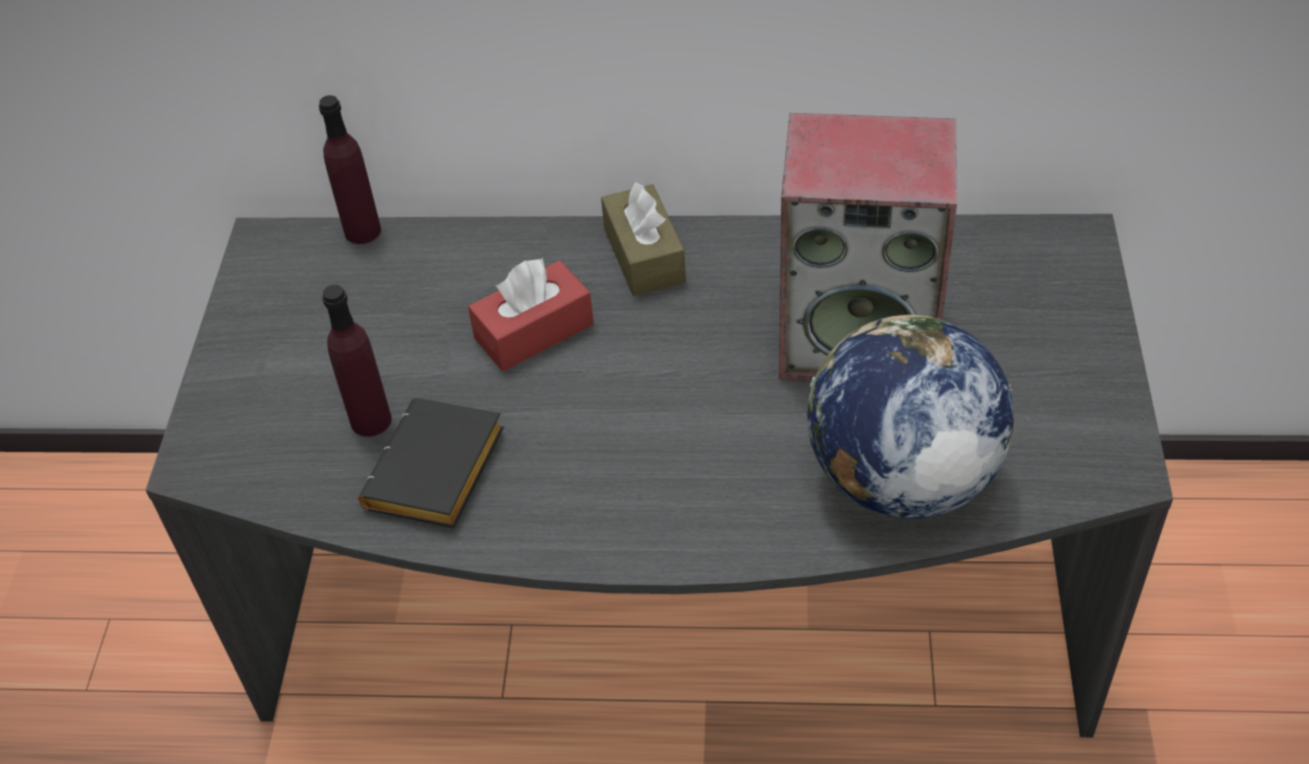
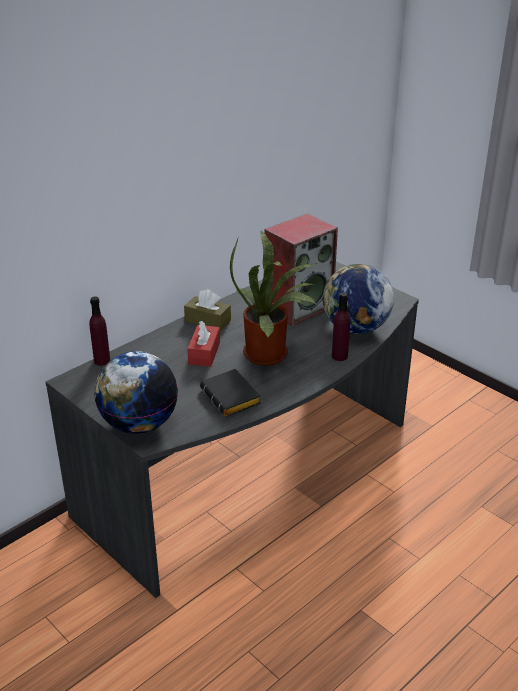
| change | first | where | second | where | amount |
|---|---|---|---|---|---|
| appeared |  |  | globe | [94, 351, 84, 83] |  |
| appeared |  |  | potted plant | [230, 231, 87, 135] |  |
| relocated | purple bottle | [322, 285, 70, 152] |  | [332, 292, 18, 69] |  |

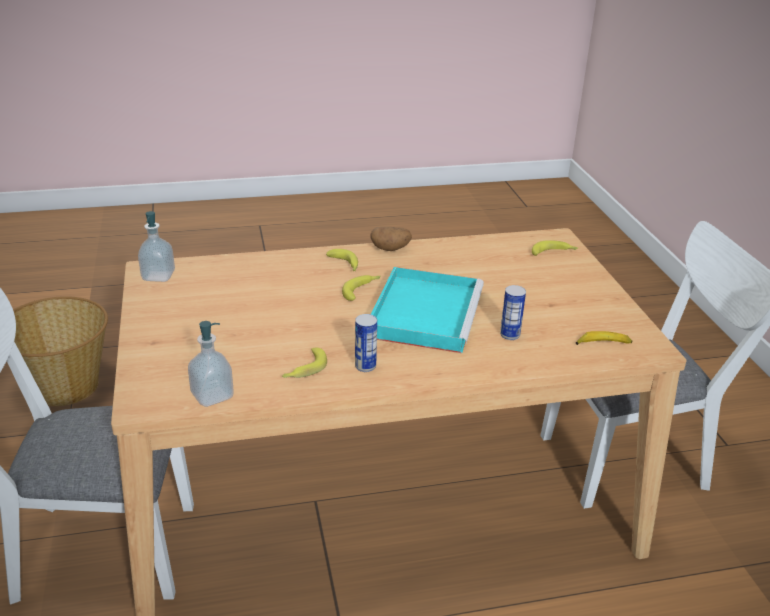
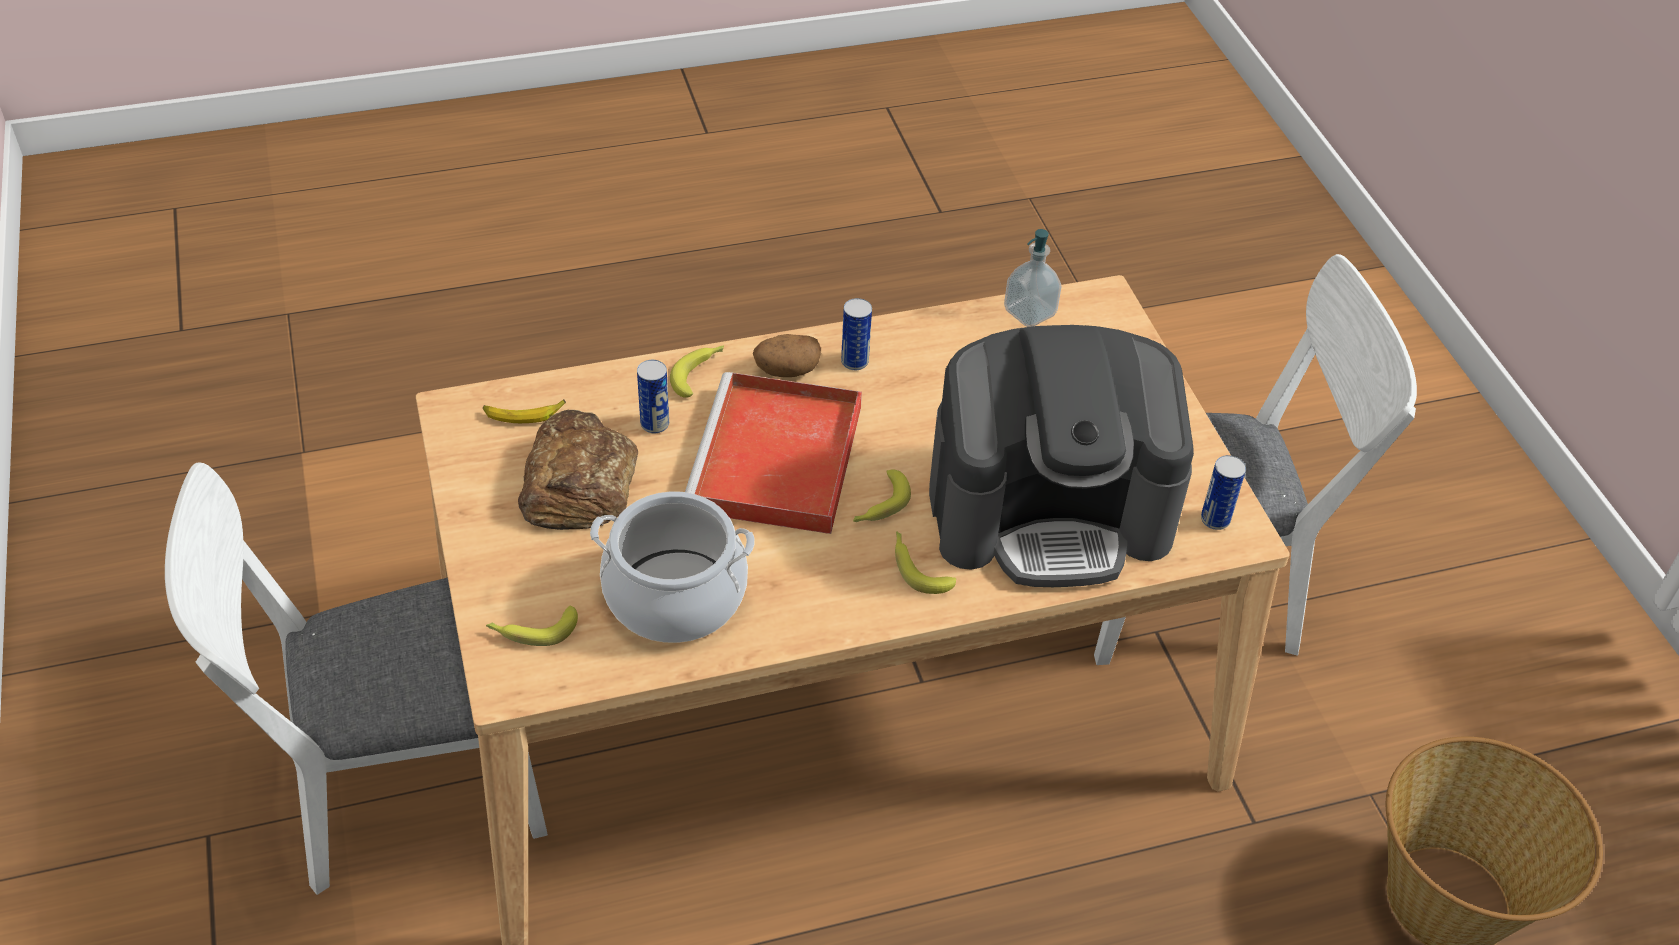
| change | first | where | second | where | amount |
|---|---|---|---|---|---|
| appeared |  |  | bread | [518, 410, 120, 120] |  |
| appeared |  |  | cooking pot | [590, 491, 165, 152] |  |
| relocated | banana | [282, 348, 45, 30] |  | [670, 345, 54, 53] |  |
| colour | turquoise tray | [371, 267, 113, 86] | red tray | [685, 372, 177, 162] |  |
| relocated | potato | [370, 227, 42, 24] |  | [753, 334, 68, 43] |  |
| appeared |  |  | coffee machine | [929, 325, 265, 262] |  |
| exchanged | soap dispenser | [138, 211, 37, 71] | can | [1201, 455, 45, 75] |  |

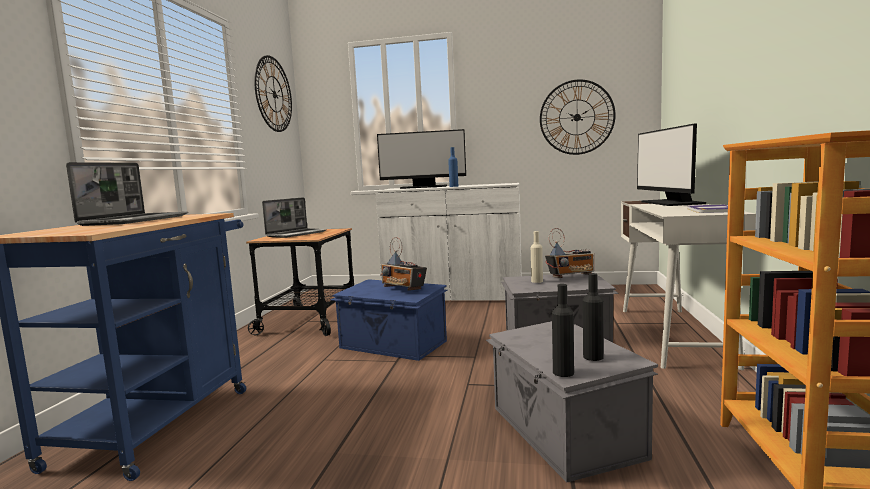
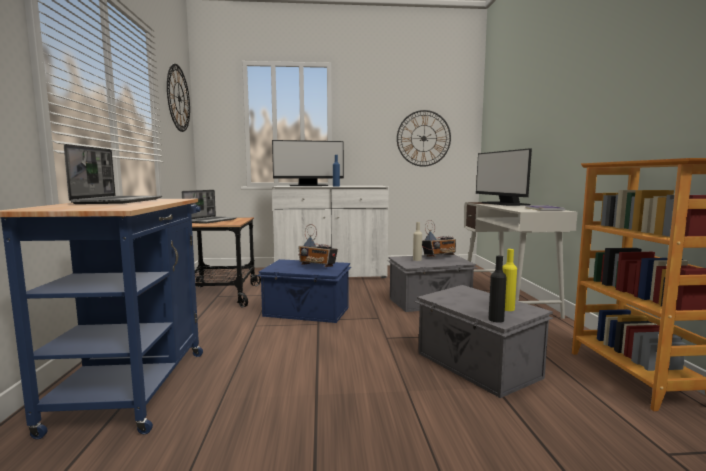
| change | first | where | second | where | amount |
|---|---|---|---|---|---|
| colour | black bottle | [583, 273, 20, 88] | yellow bottle | [502, 249, 15, 62] |  |

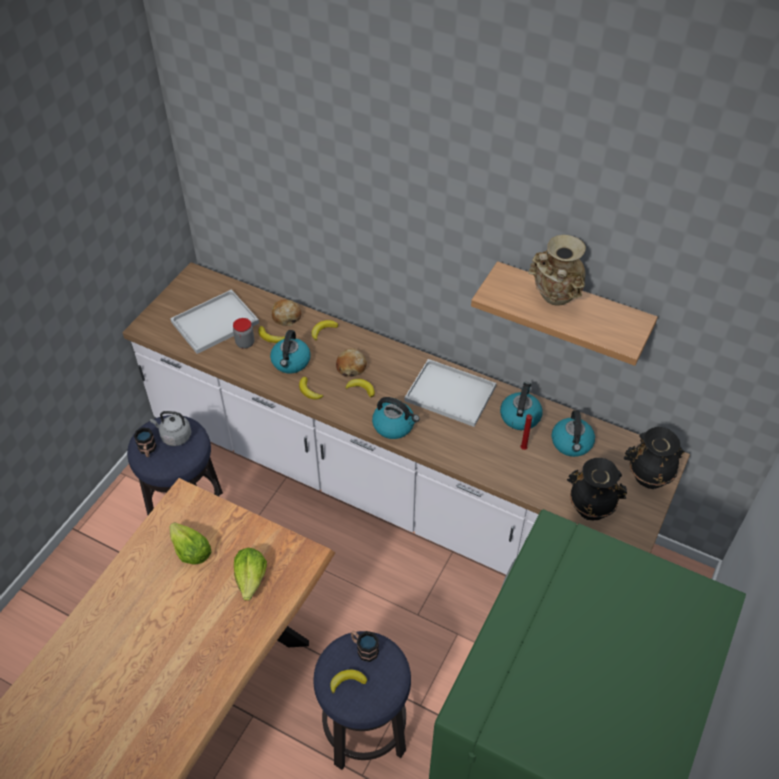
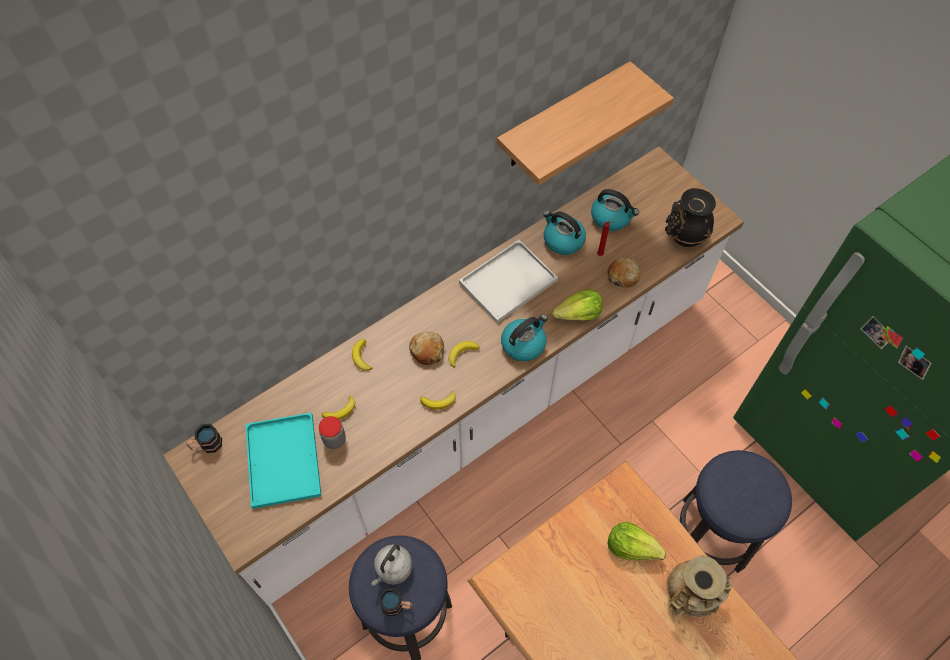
| change | first | where | second | where | amount |
|---|---|---|---|---|---|
| relocated | mug | [351, 631, 28, 31] |  | [186, 424, 36, 29] |  |
| colour | white tray | [170, 289, 89, 65] | turquoise tray | [245, 412, 76, 97] |  |
| relocated | lettuce | [170, 523, 42, 41] |  | [552, 289, 50, 31] |  |
| relocated | bread | [272, 299, 29, 27] |  | [608, 257, 33, 31] |  |
| relocated | beige vase | [528, 235, 58, 71] |  | [666, 556, 66, 62] |  |
| missing | kettle | [270, 330, 41, 43] |  |  |  |
| missing | banana | [330, 670, 37, 24] |  |  |  |
| missing | black vase | [624, 427, 61, 62] |  |  |  |

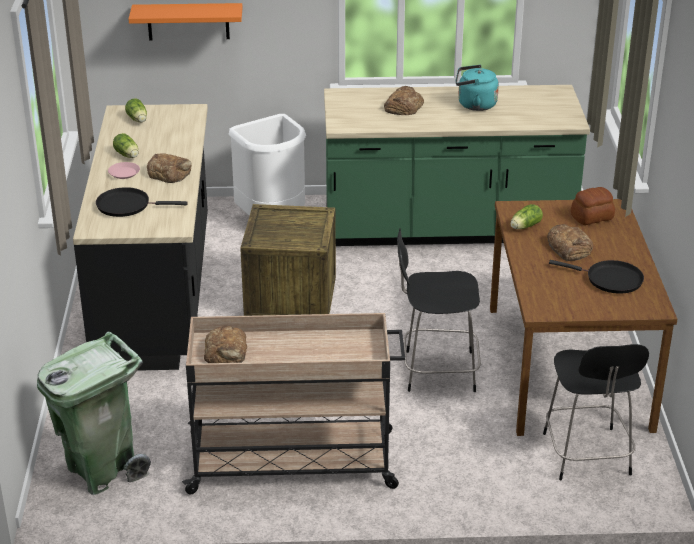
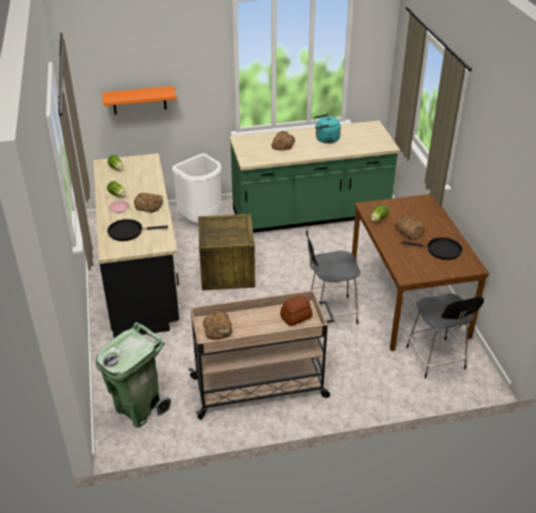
| change | first | where | second | where | amount |
|---|---|---|---|---|---|
| relocated | bread | [571, 187, 44, 38] |  | [280, 295, 32, 31] |  |

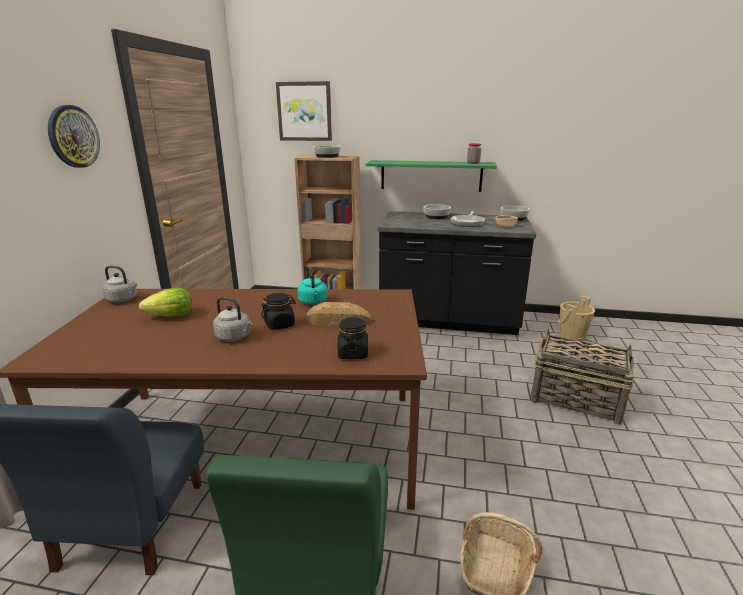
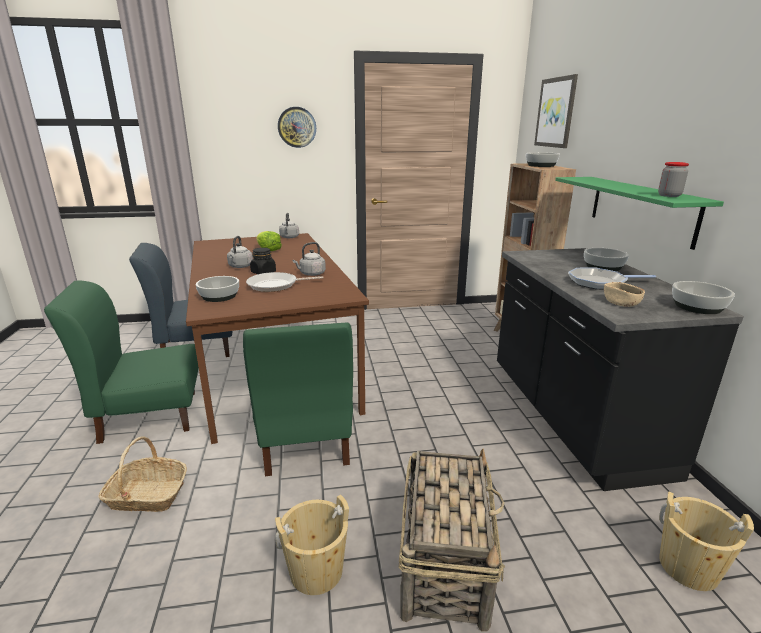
| change | first | where | second | where | amount |
|---|---|---|---|---|---|
| exchanged | black jar | [338, 317, 30, 42] | bowl | [196, 276, 43, 26] |  |
| appeared |  |  | green chair | [243, 322, 110, 154] |  |
| exchanged | bread | [306, 302, 65, 24] | frying pan | [246, 272, 78, 20] |  |
| appeared |  |  | beige bucket | [275, 494, 74, 101] |  |
| colour | turquoise kettle | [297, 266, 31, 39] | grey kettle | [293, 242, 33, 34] |  |

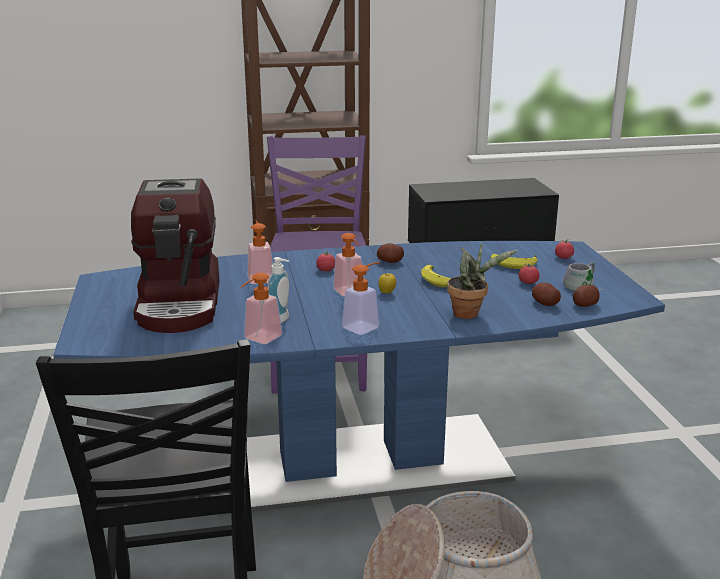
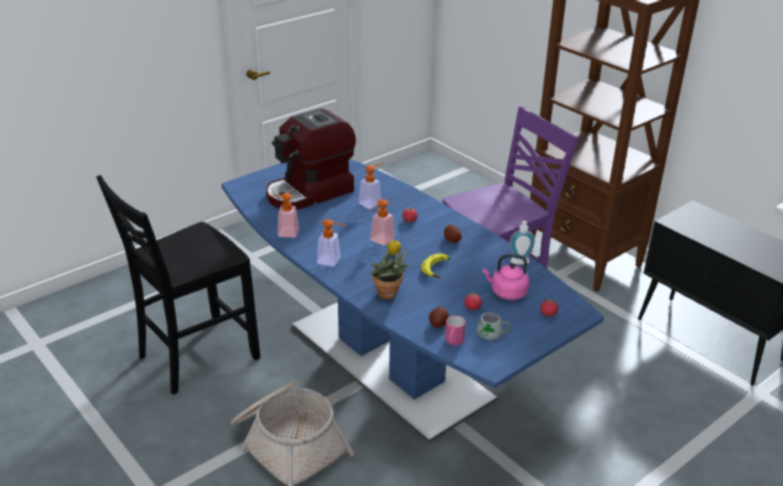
| change | first | where | second | where | amount |
|---|---|---|---|---|---|
| exchanged | potato | [573, 285, 27, 22] | pink mug | [445, 316, 20, 29] |  |
| exchanged | banana | [491, 254, 46, 15] | pink kettle | [483, 254, 46, 46] |  |
| relocated | soap dispenser | [267, 257, 22, 66] |  | [509, 221, 26, 44] |  |

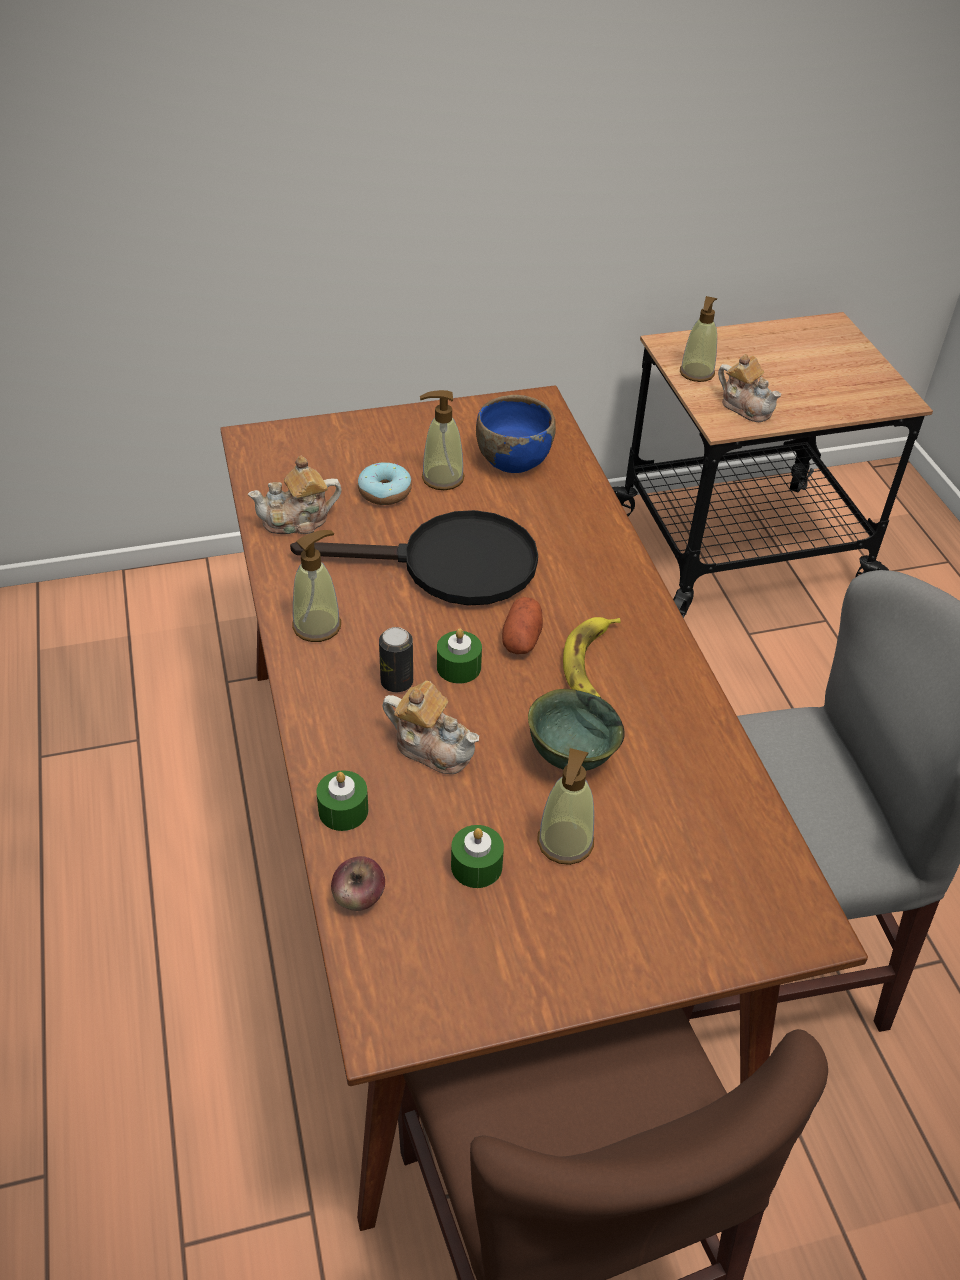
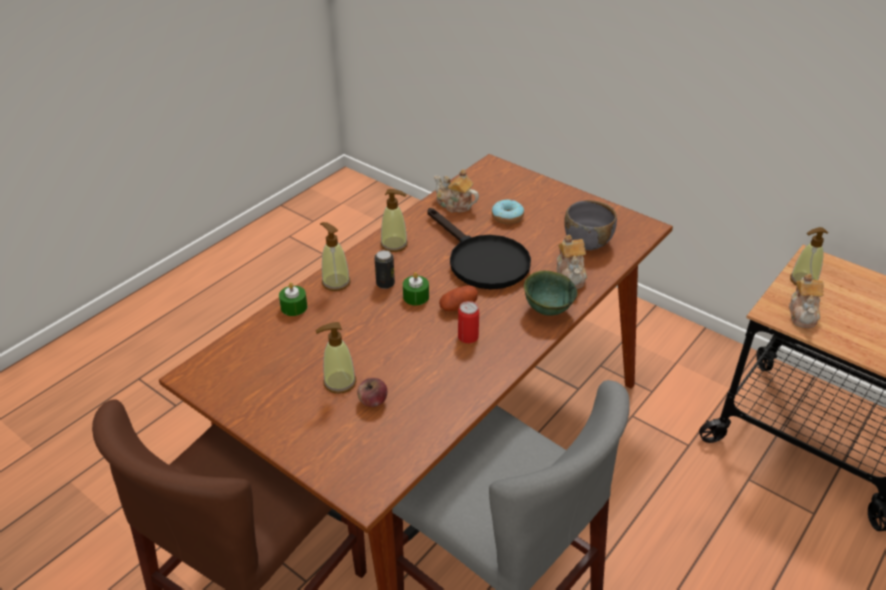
| change | first | where | second | where | amount |
|---|---|---|---|---|---|
| relocated | soap dispenser | [420, 390, 45, 100] |  | [320, 222, 31, 69] |  |
| relocated | apple | [331, 856, 54, 55] |  | [357, 378, 30, 29] |  |
| exchanged | banana | [563, 617, 58, 81] | can | [458, 301, 21, 42] |  |
| relocated | green bowl | [528, 689, 97, 82] |  | [524, 271, 54, 45] |  |
| relocated | teapot | [382, 681, 97, 93] |  | [556, 235, 31, 54] |  |
| colour | blue bowl | [476, 395, 80, 78] | grey bowl | [564, 200, 53, 50] |  |
| missing | green candle | [451, 825, 53, 63] |  |  |  |

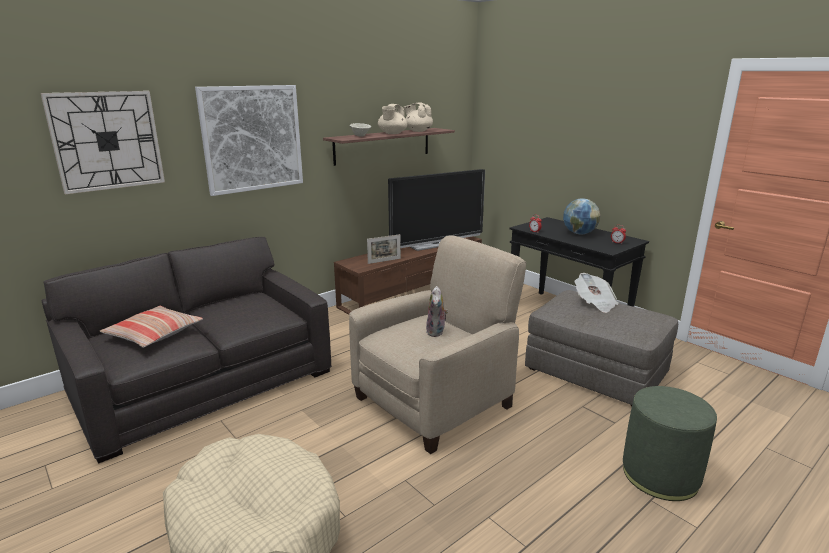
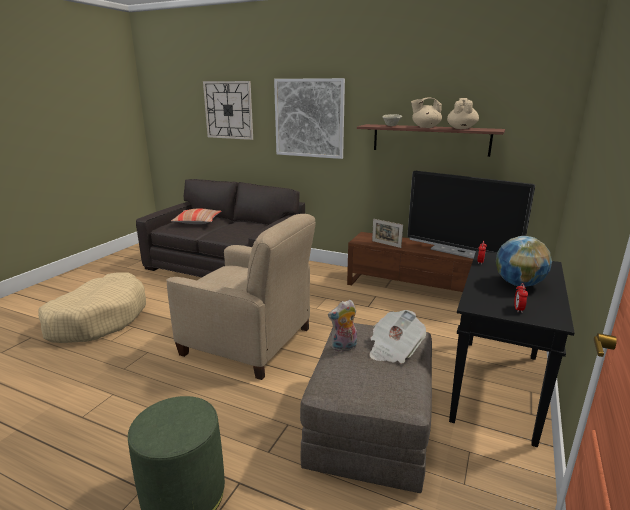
| change | first | where | second | where | amount |
|---|---|---|---|---|---|
| relocated | plush toy | [426, 286, 22, 51] |  | [328, 300, 29, 52] |  |

